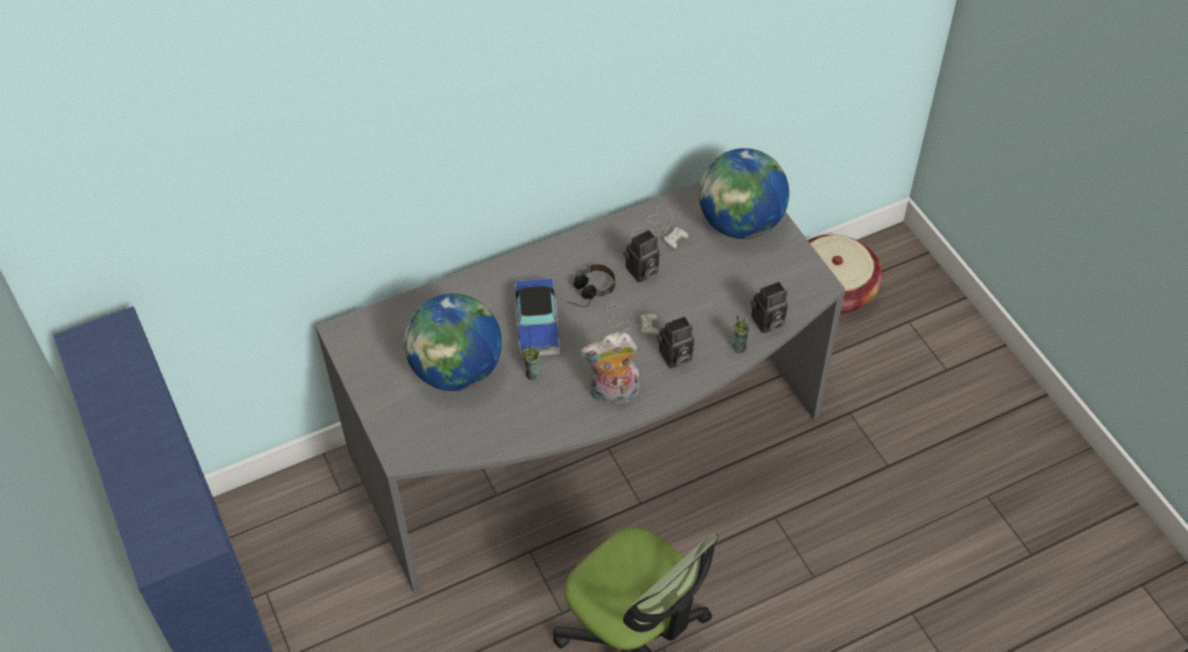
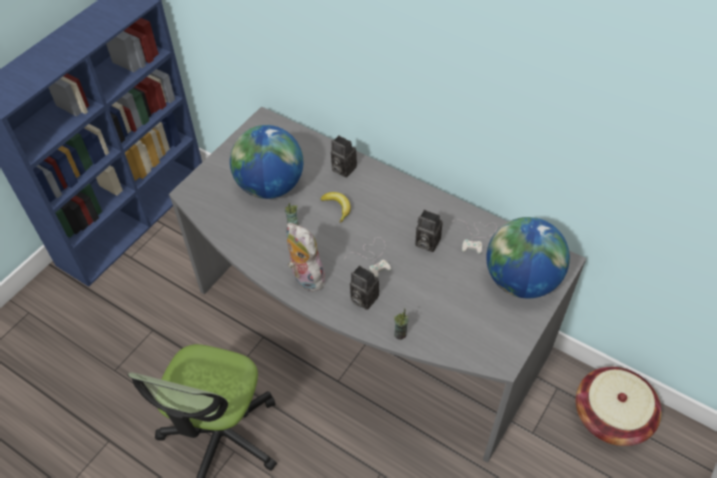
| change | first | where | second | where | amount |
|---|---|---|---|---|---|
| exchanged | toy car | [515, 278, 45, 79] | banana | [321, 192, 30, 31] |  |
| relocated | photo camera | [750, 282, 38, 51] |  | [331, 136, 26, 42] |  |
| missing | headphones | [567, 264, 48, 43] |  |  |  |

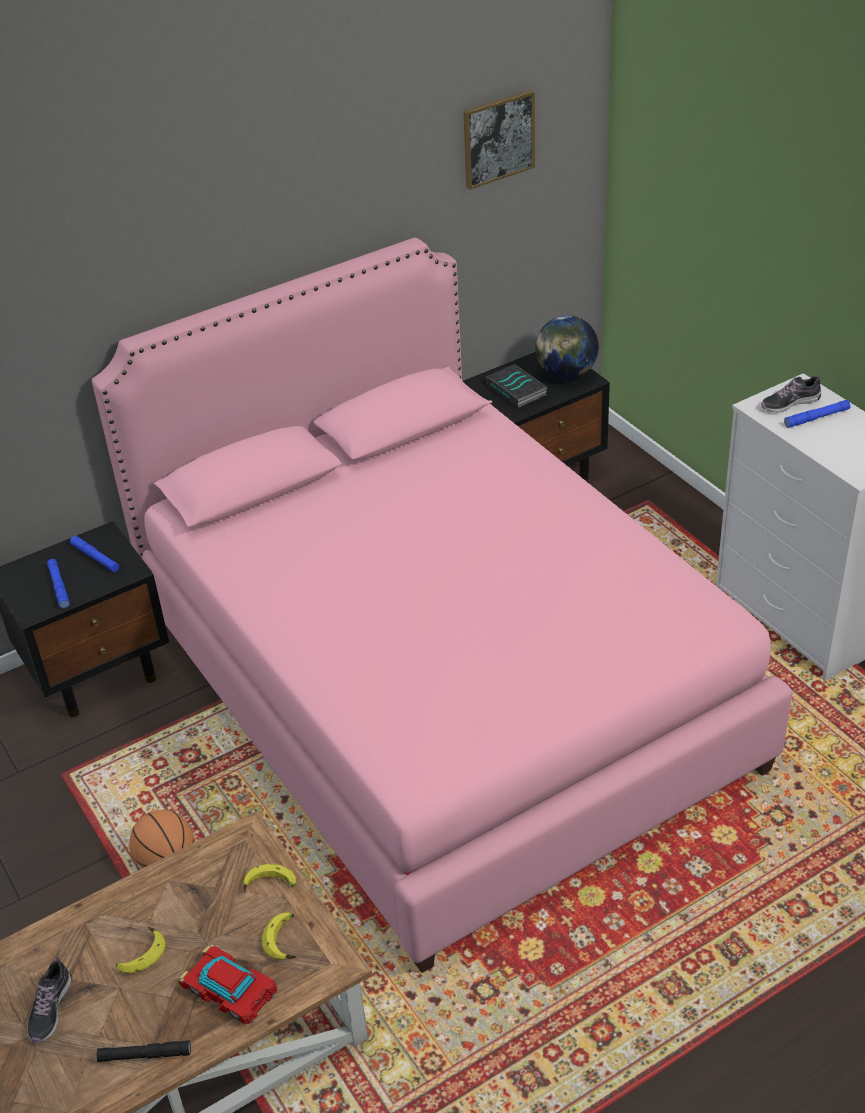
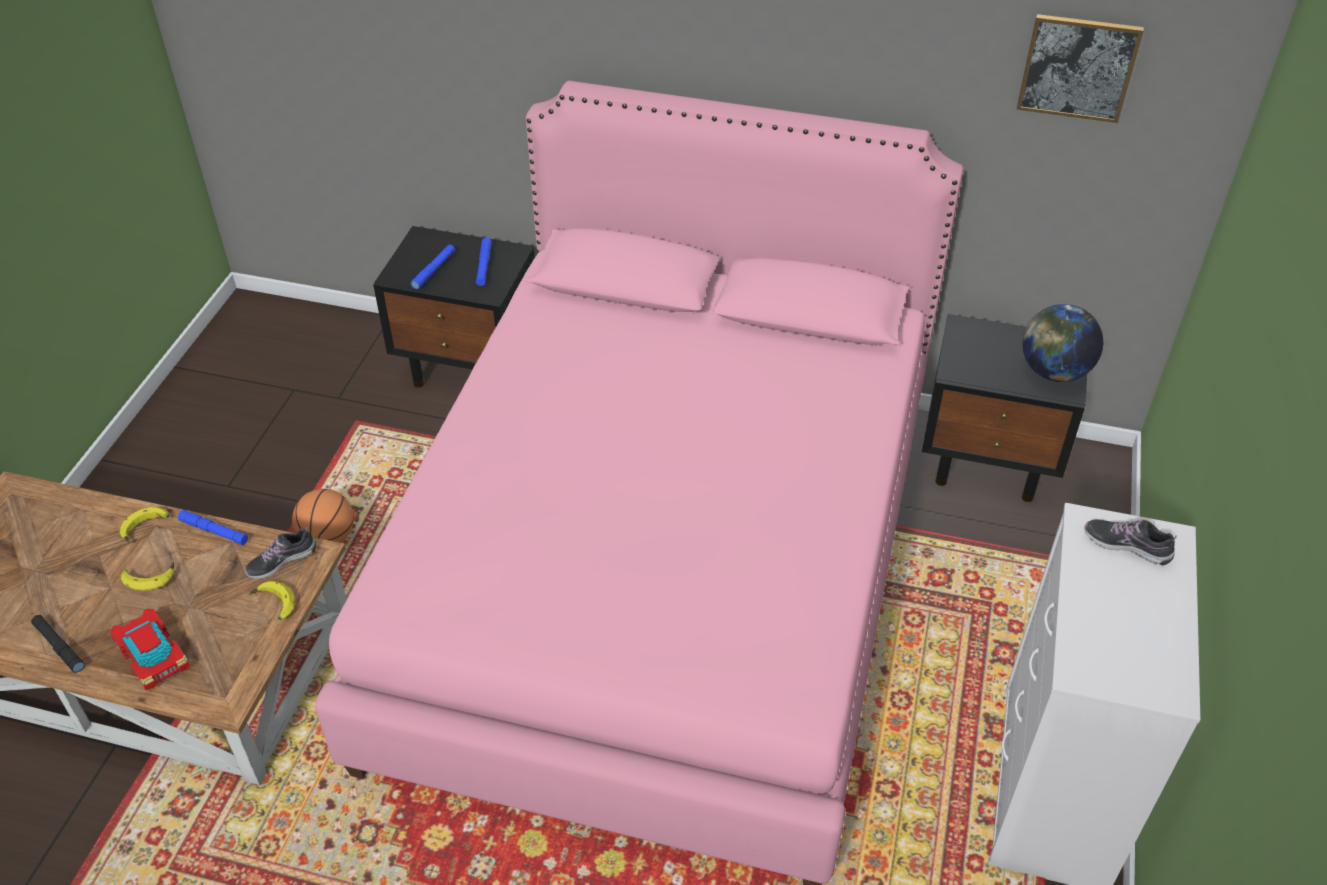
| change | first | where | second | where | amount |
|---|---|---|---|---|---|
| spun | toy car | [179, 945, 98, 79] |  | [110, 608, 80, 82] | 150 degrees clockwise |
| relocated | banana | [262, 912, 34, 48] |  | [119, 507, 50, 36] |  |
| relocated | blue flashlight | [784, 400, 66, 28] |  | [178, 510, 70, 35] |  |
| relocated | shoe | [27, 956, 45, 86] |  | [245, 527, 71, 52] |  |
| missing | book | [487, 364, 60, 44] |  |  |  |

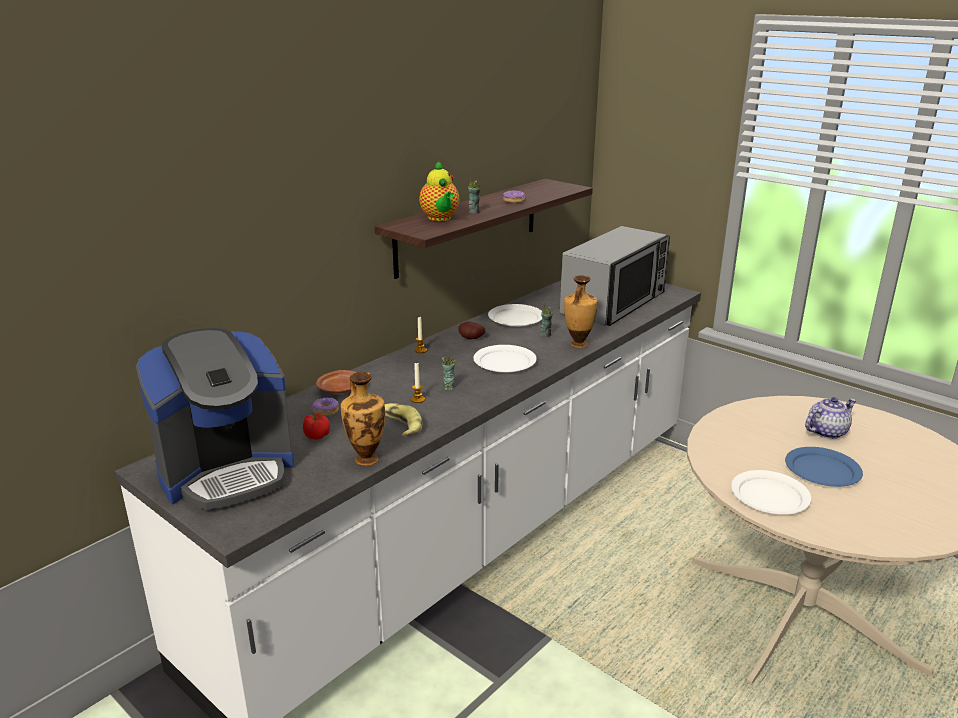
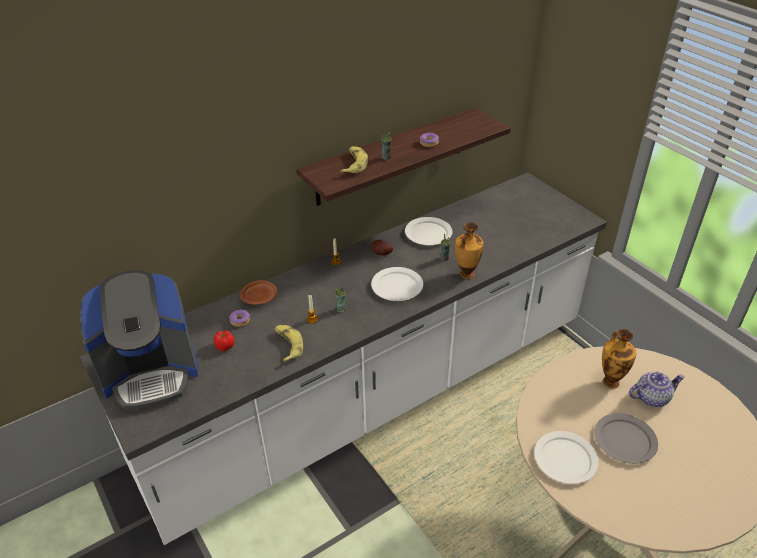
| change | first | where | second | where | amount |
|---|---|---|---|---|---|
| exchanged | teapot | [419, 161, 40, 60] | banana | [340, 146, 28, 27] |  |
| colour | blue plate | [785, 447, 78, 40] | grey plate | [594, 413, 64, 51] |  |
| relocated | vase | [341, 372, 44, 94] |  | [602, 329, 35, 60] |  |
| missing | microwave | [560, 226, 110, 100] |  |  |  |

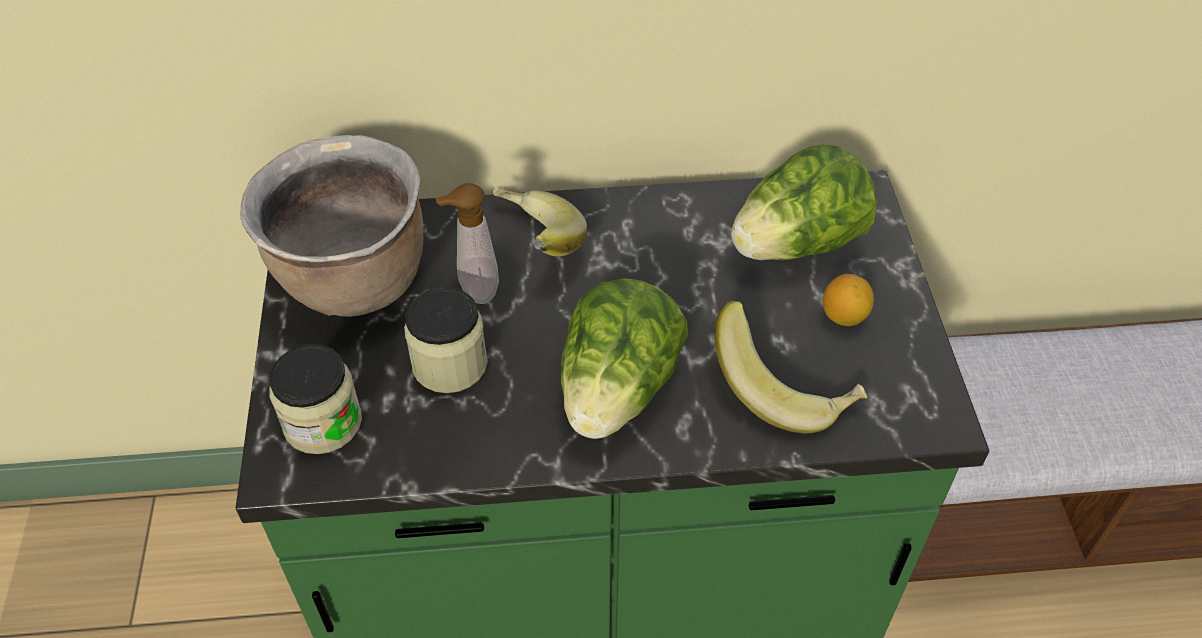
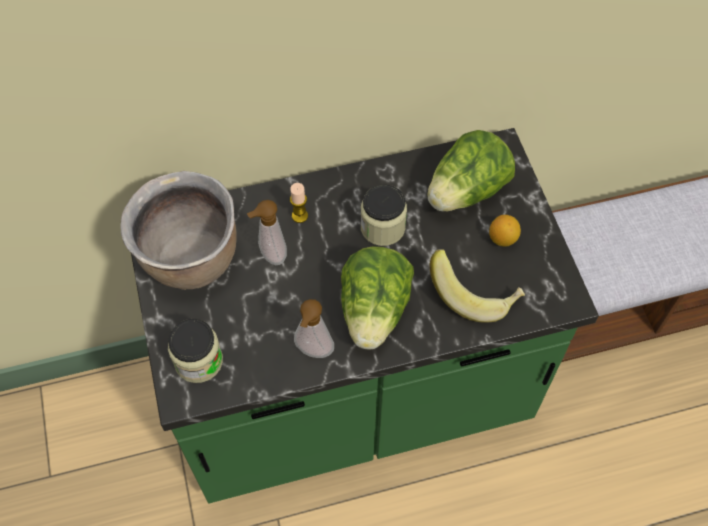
| change | first | where | second | where | amount |
|---|---|---|---|---|---|
| exchanged | banana | [493, 186, 94, 70] | candle | [290, 183, 18, 40] |  |
| appeared |  |  | soap dispenser | [294, 299, 40, 59] |  |
| relocated | jar | [404, 287, 84, 106] |  | [361, 185, 46, 61] |  |

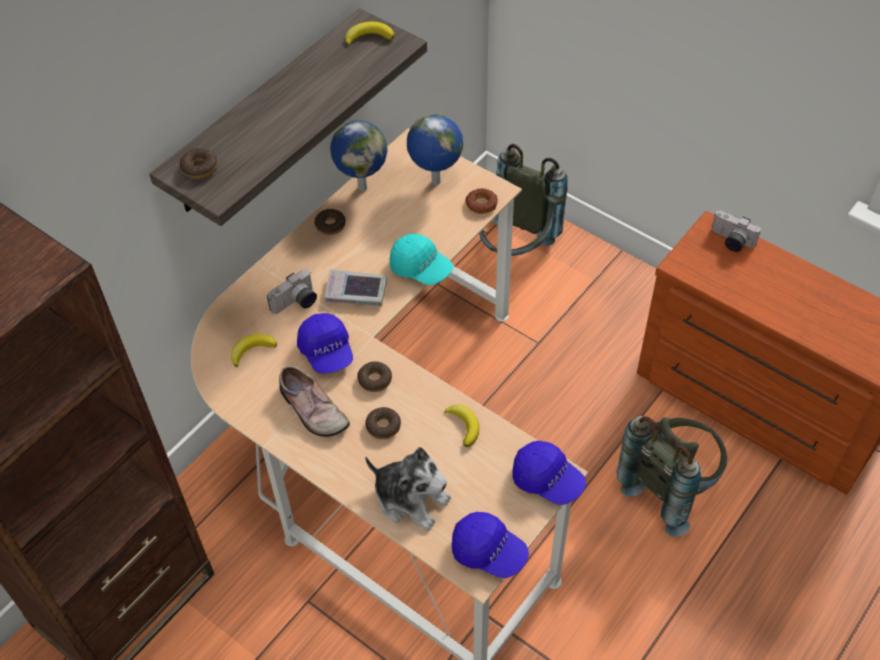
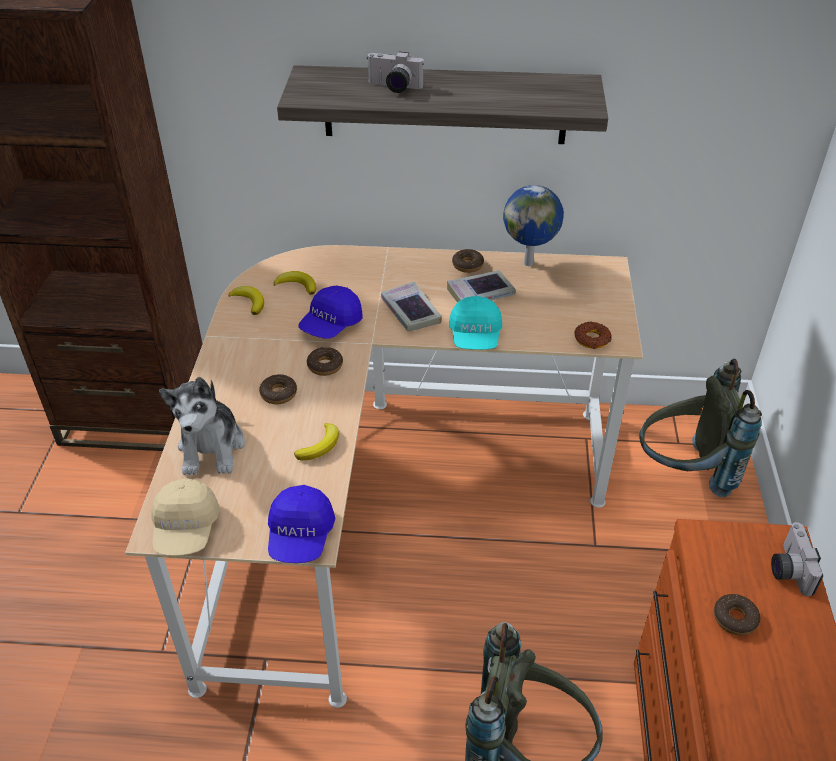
| change | first | where | second | where | amount |
|---|---|---|---|---|---|
| colour | blue cap | [452, 512, 77, 66] | beige cap | [151, 478, 69, 78] |  |
| relocated | banana | [345, 22, 50, 24] |  | [228, 286, 36, 29] |  |
| relocated | photo camera | [267, 269, 50, 45] |  | [366, 51, 58, 42] |  |
| appeared |  |  | book | [447, 270, 68, 33] |  |
| relocated | donut | [180, 148, 38, 31] |  | [714, 594, 46, 41] |  |
| missing | shoe | [279, 366, 71, 71] |  |  |  |
| missing | globe | [407, 114, 56, 71] |  |  |  |

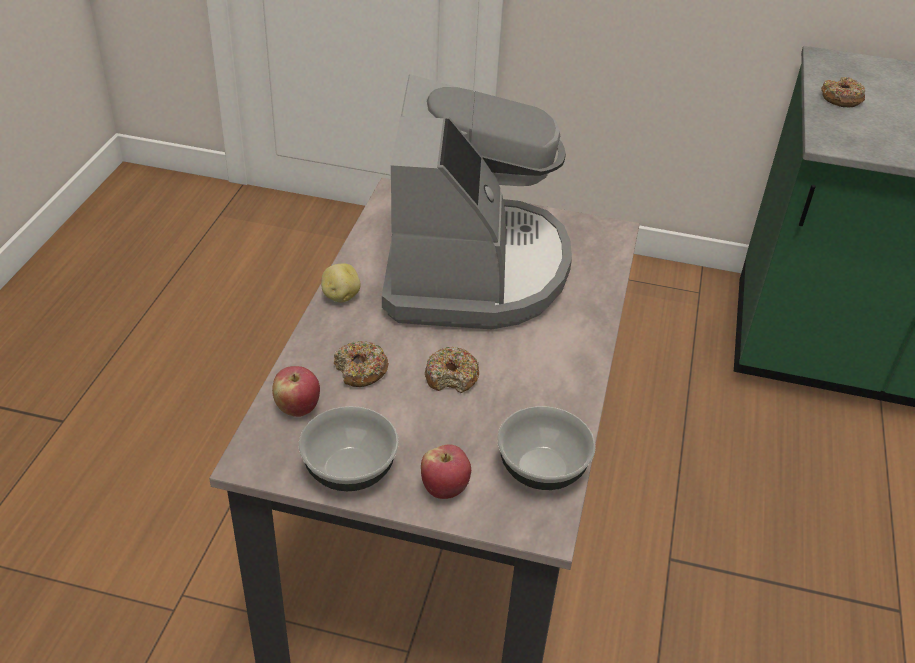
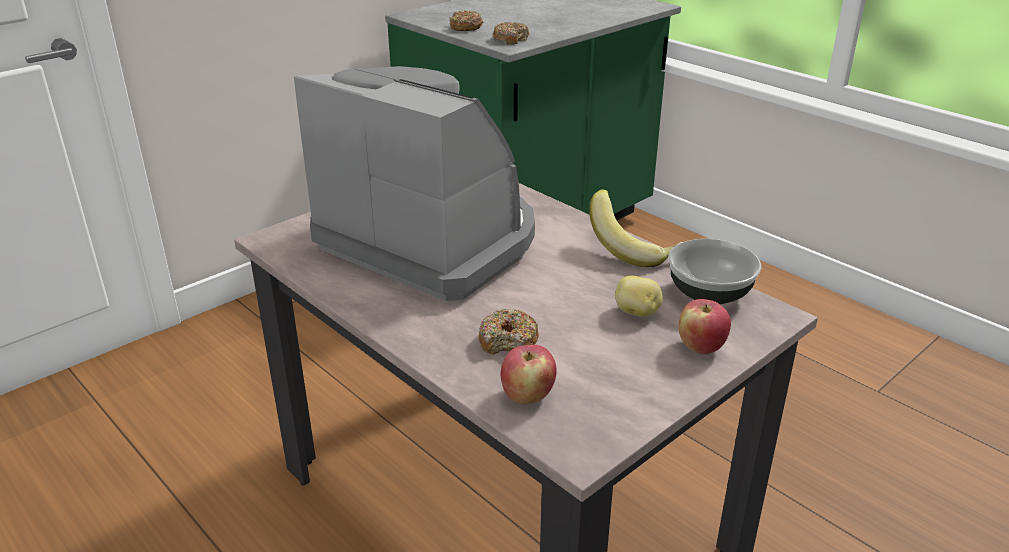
| change | first | where | second | where | amount |
|---|---|---|---|---|---|
| relocated | donut | [425, 346, 54, 47] |  | [493, 22, 36, 23] |  |
| appeared |  |  | banana | [589, 189, 93, 78] |  |
| relocated | potato | [321, 263, 40, 39] |  | [615, 276, 48, 41] |  |
| missing | bowl | [299, 406, 100, 85] |  |  |  |

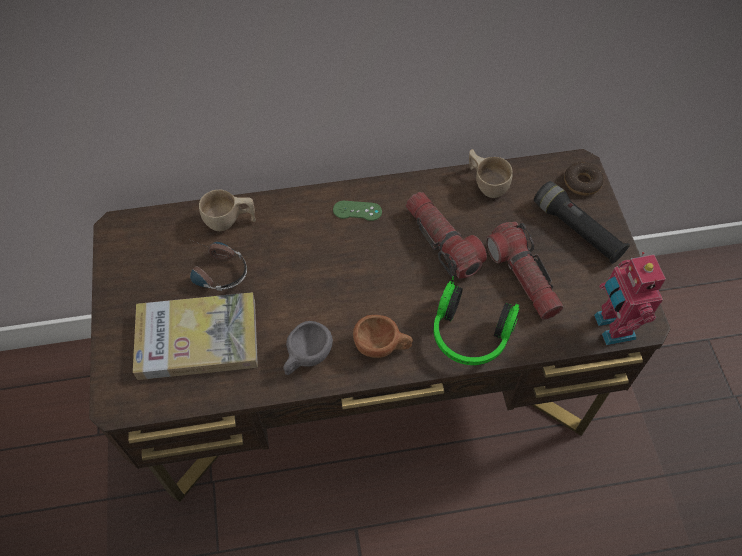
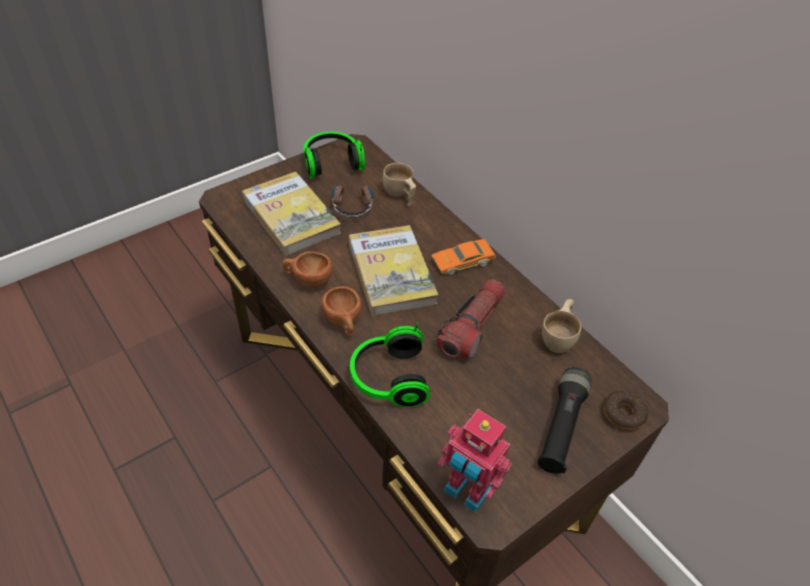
| change | first | where | second | where | amount |
|---|---|---|---|---|---|
| colour | grey cup | [283, 321, 50, 54] | brown cup | [282, 251, 50, 37] |  |
| appeared |  |  | headphones | [304, 132, 61, 47] |  |
| appeared |  |  | book | [349, 225, 89, 91] |  |
| exchanged | green game controller | [333, 201, 49, 20] | orange toy car | [432, 239, 64, 36] |  |
| spun | toy robot | [594, 252, 72, 93] |  | [438, 409, 74, 104] | 105 degrees counterclockwise |
| missing | flashlight | [486, 222, 78, 98] |  |  |  |

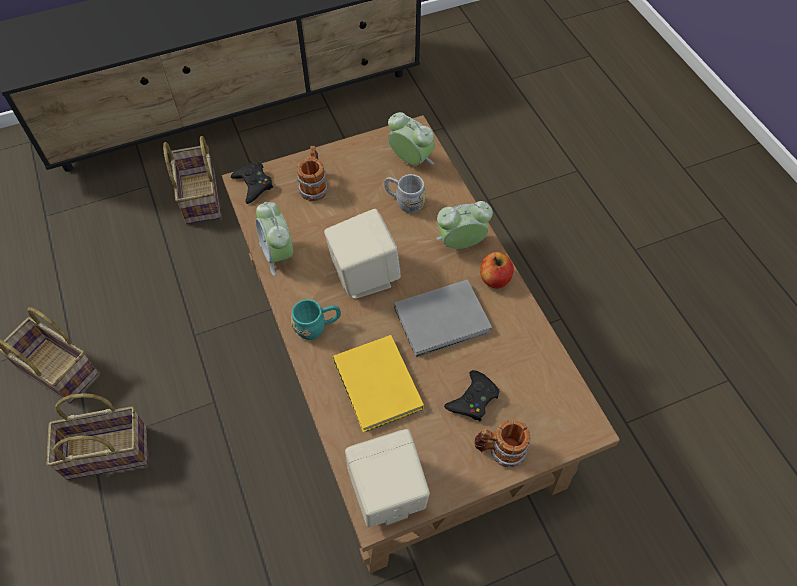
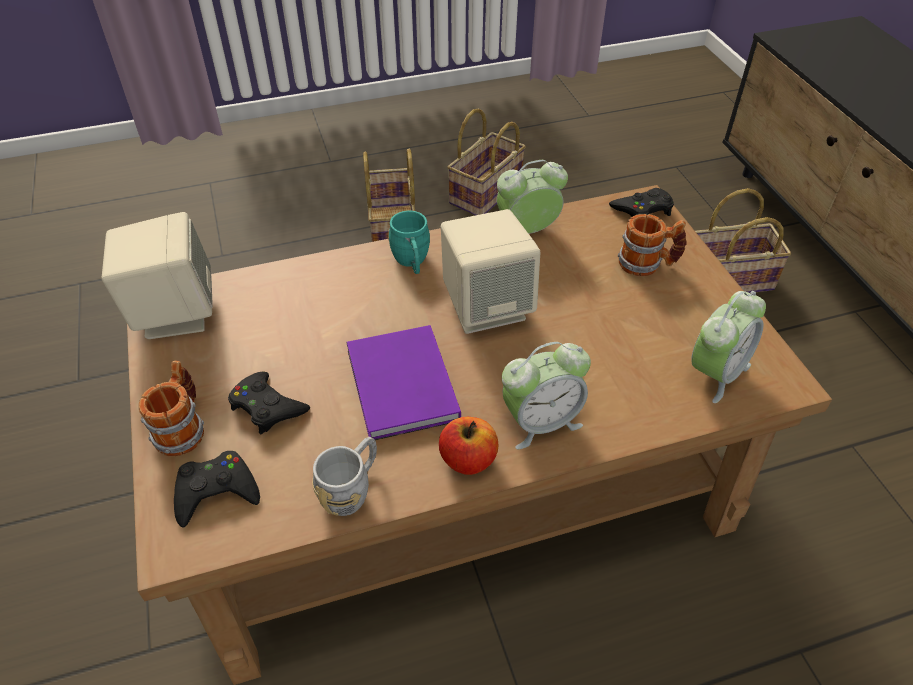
| change | first | where | second | where | amount |
|---|---|---|---|---|---|
| appeared |  |  | black game controller | [174, 451, 86, 76] |  |
| relocated | grey mug | [384, 174, 42, 39] |  | [312, 437, 65, 79] |  |
| colour | grey book | [394, 279, 98, 78] | purple book | [346, 325, 115, 115] |  |
| spun | alarm clock | [436, 201, 57, 48] |  | [502, 342, 89, 107] | 75 degrees clockwise |
| missing | yellow book | [333, 335, 91, 98] |  |  |  |

